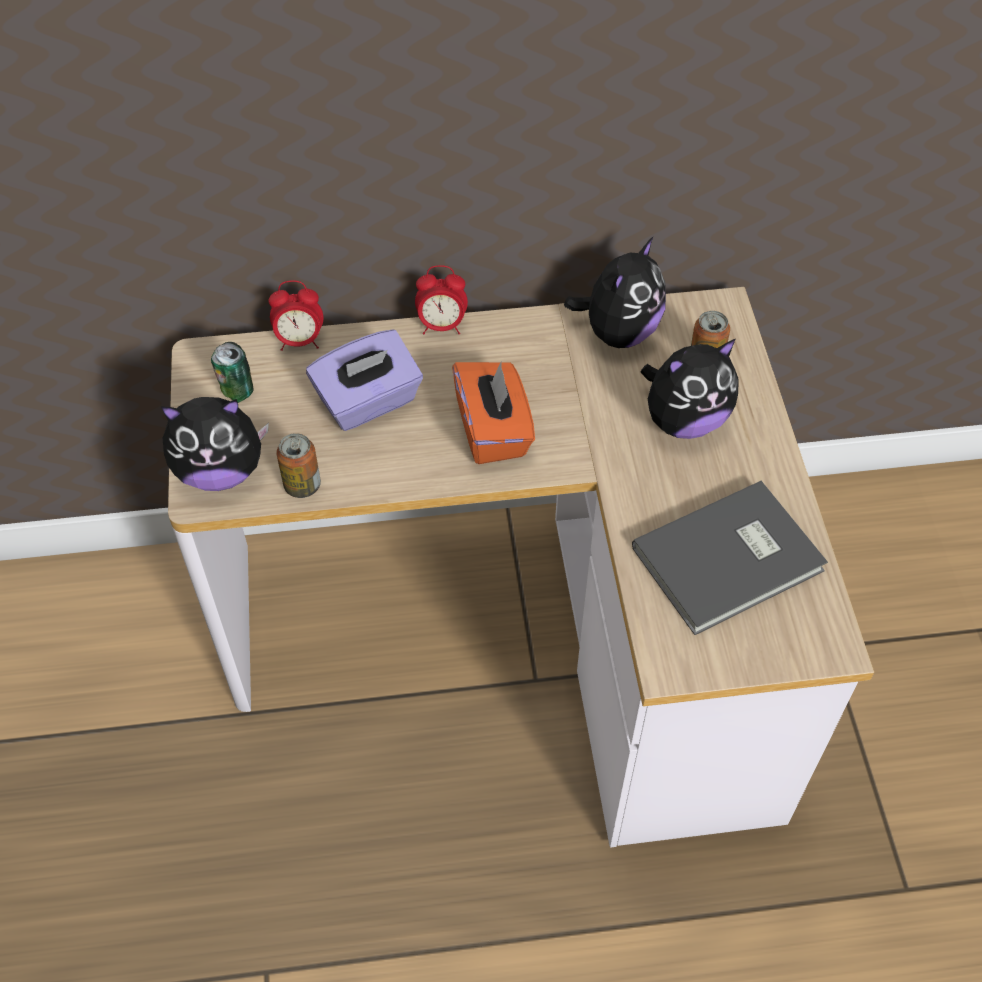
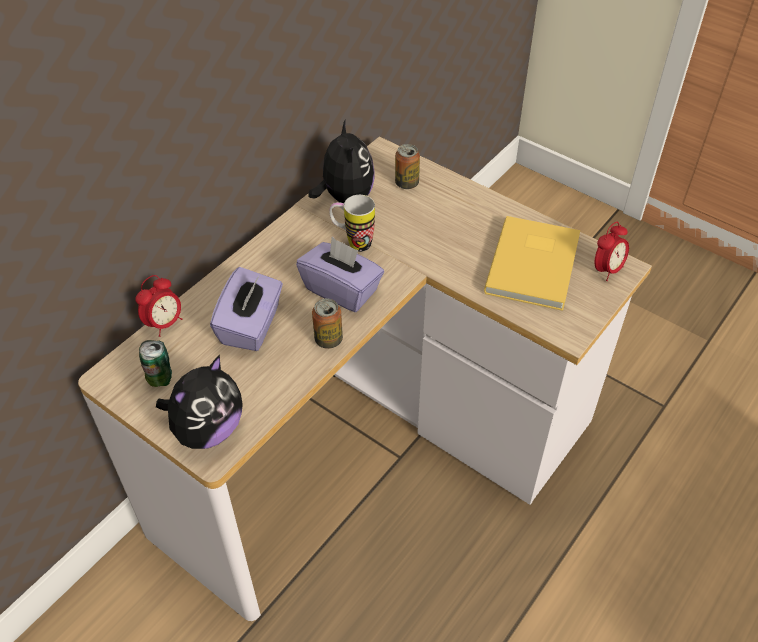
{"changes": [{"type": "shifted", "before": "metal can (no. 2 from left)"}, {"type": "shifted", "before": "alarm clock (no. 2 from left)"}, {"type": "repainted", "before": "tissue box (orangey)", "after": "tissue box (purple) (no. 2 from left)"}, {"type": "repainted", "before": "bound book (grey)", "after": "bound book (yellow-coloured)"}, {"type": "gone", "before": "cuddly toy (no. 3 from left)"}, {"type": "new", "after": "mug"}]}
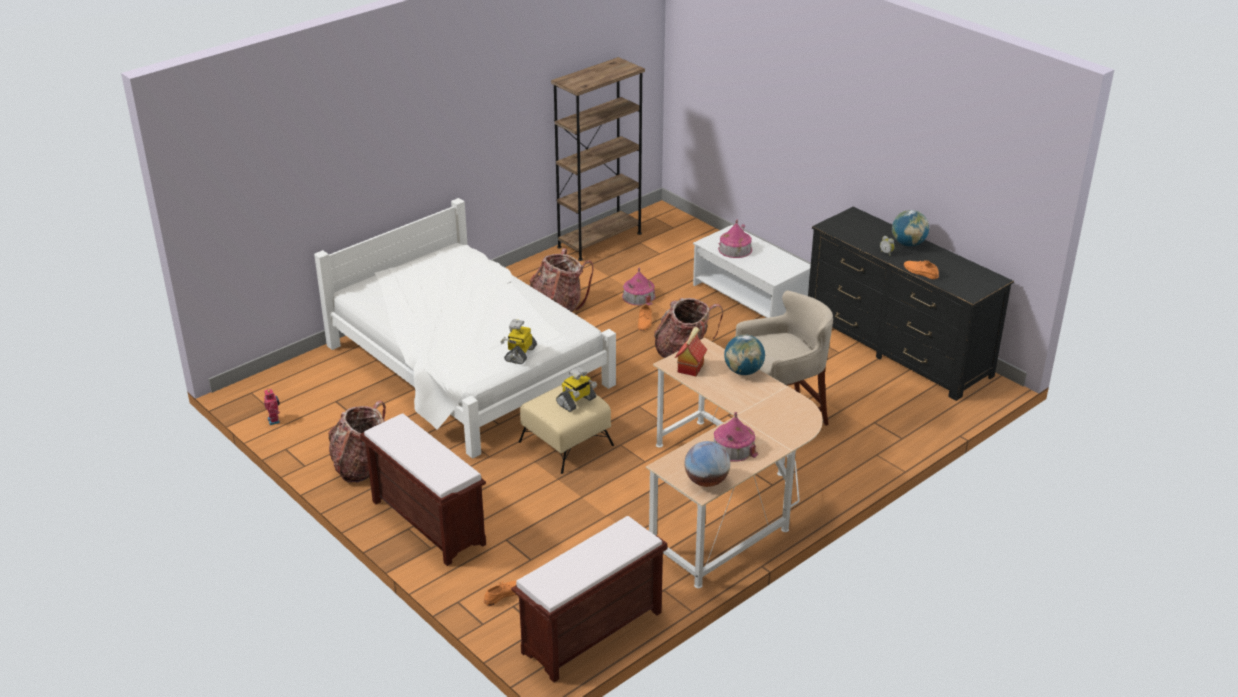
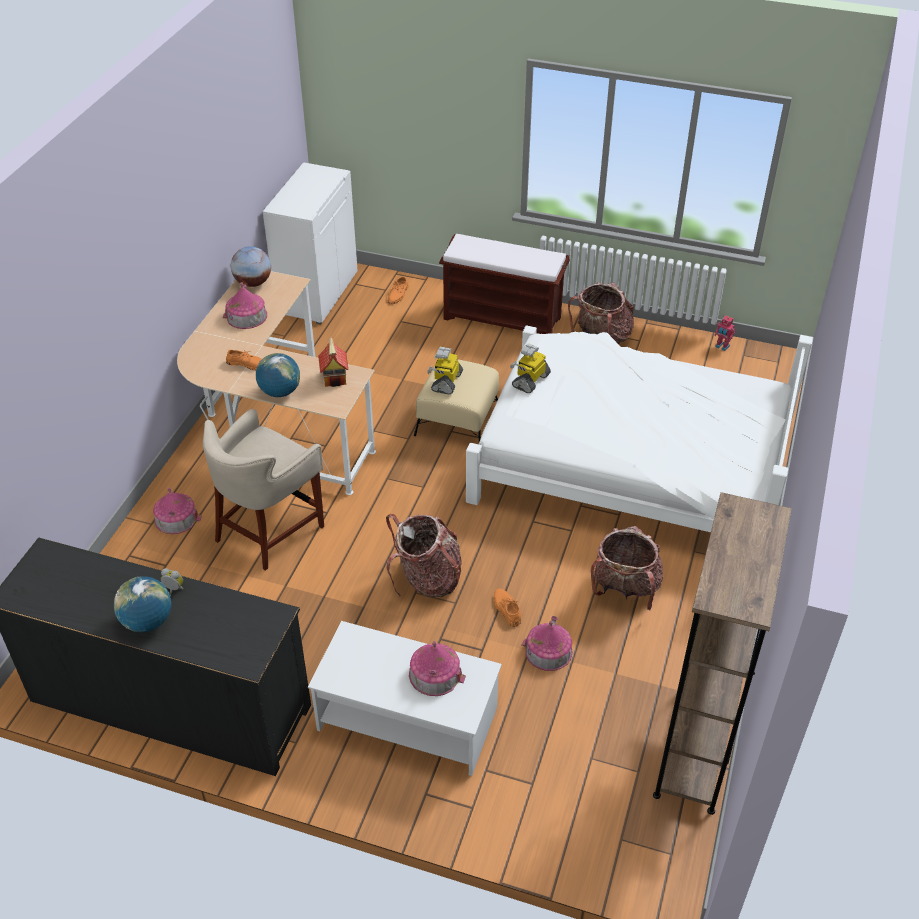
{"changes": [{"type": "rotated", "before": "model robot (no. 2 from left)", "turn": -135}, {"type": "swapped", "before": "long seat (brown-coloured) (no. 2 from left)", "after": "storage cabinet (white)"}, {"type": "shifted", "before": "low shoe (orangey) (no. 3 from left in the first image)", "after": "low shoe (orangey) (no. 1 from left)"}, {"type": "new", "after": "toy house (no. 1 from left)"}]}
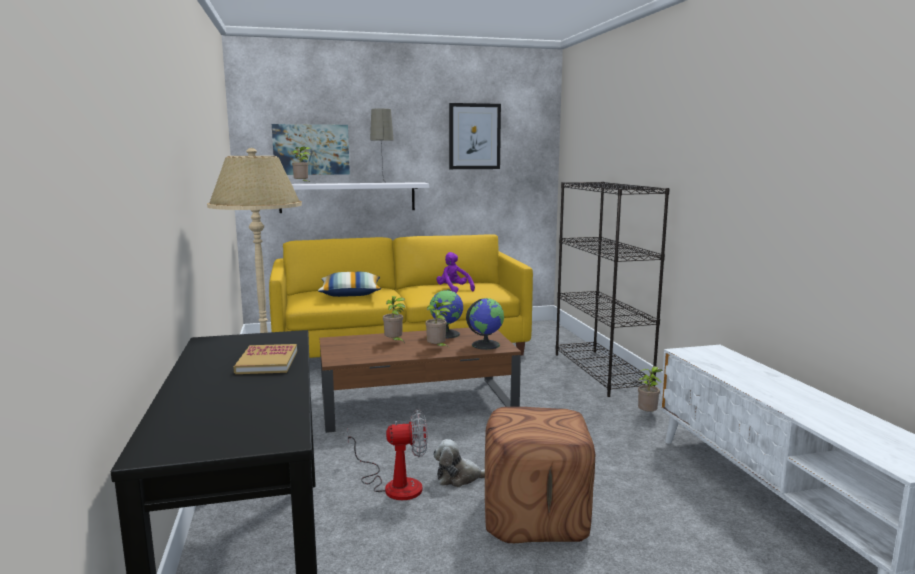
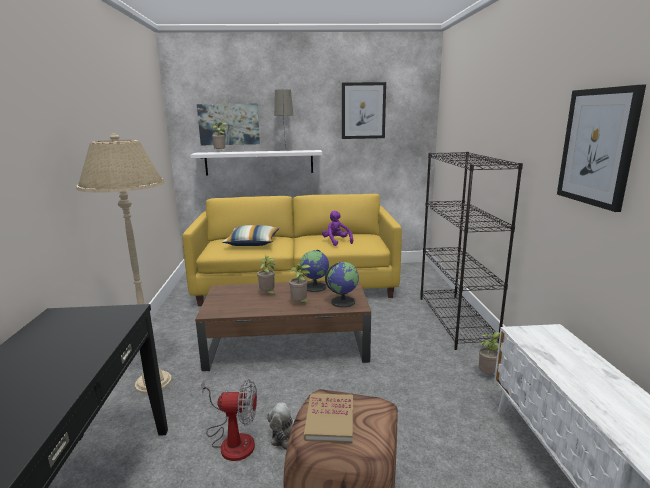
{"changes": [{"type": "shifted", "before": "bound book"}, {"type": "new", "after": "wall picture (no. 3 from left)"}]}
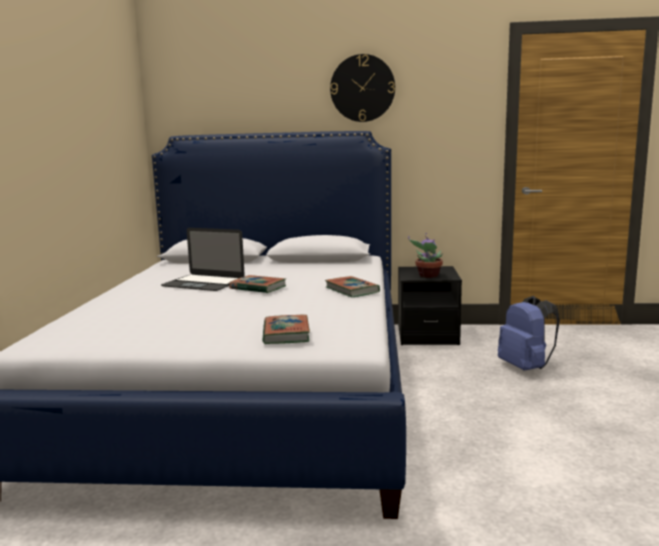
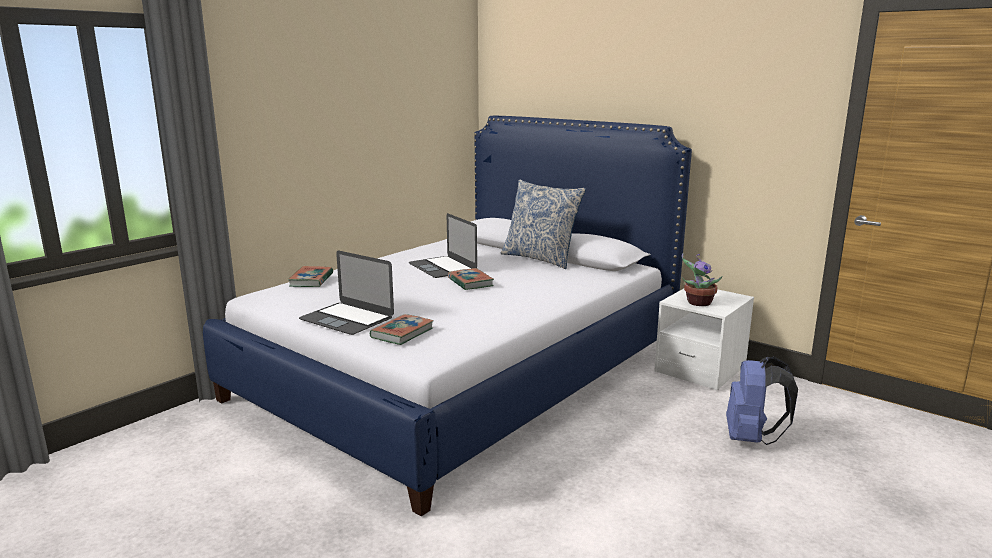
{"changes": [{"type": "shifted", "before": "bound book (no. 3 from left in the first image)", "after": "bound book (no. 1 from left)"}, {"type": "gone", "before": "clock on the wall"}, {"type": "repainted", "before": "nightstand (black-coloured)", "after": "nightstand (white)"}, {"type": "new", "after": "laptop (no. 1 from left)"}, {"type": "new", "after": "pillow"}]}
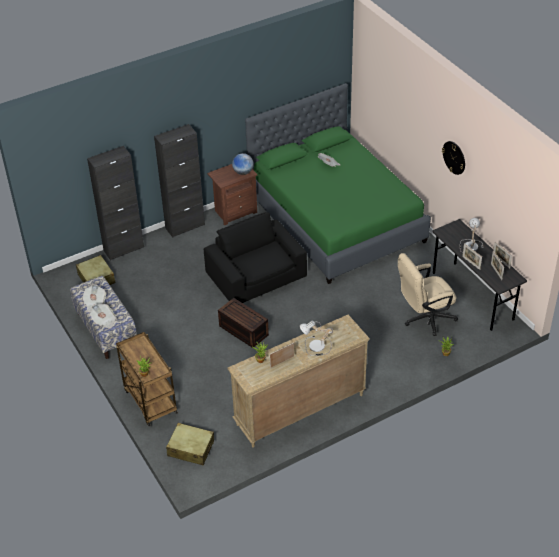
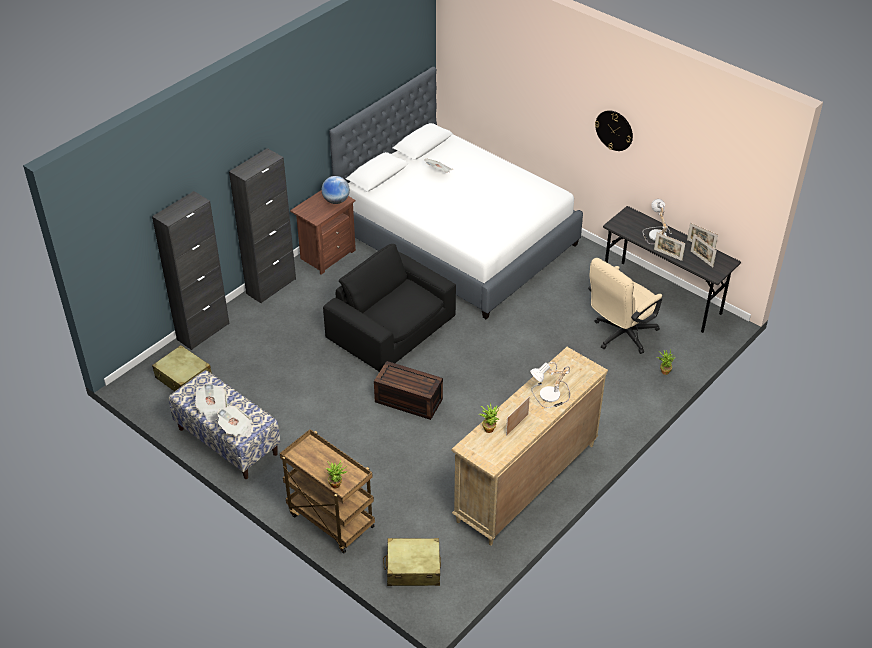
{"changes": [{"type": "repainted", "before": "bed (greenish)", "after": "bed (white)"}]}
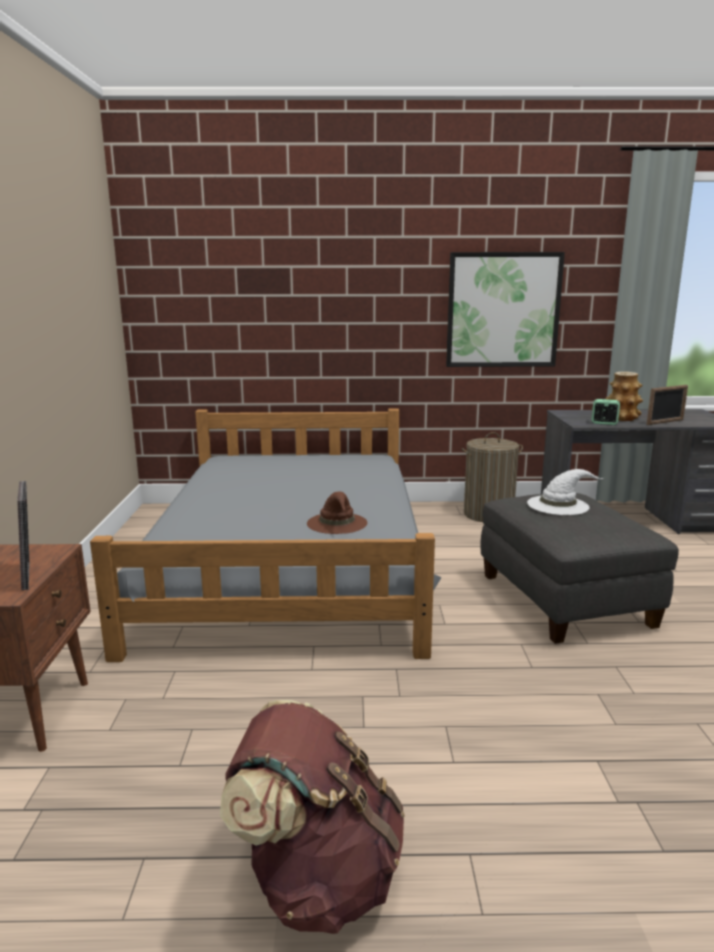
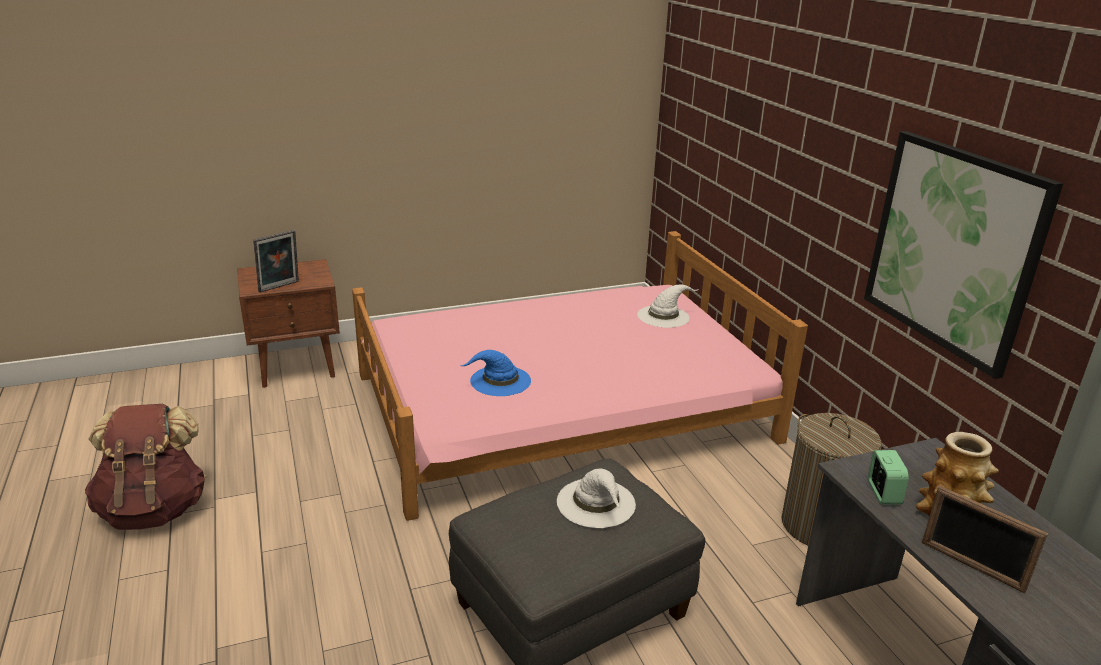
{"changes": [{"type": "repainted", "before": "bed (grey)", "after": "bed (pink-coloured)"}, {"type": "repainted", "before": "wearable hat (brown-coloured)", "after": "wearable hat (bluish)"}, {"type": "new", "after": "wearable hat (white) (no. 2 from left)"}]}
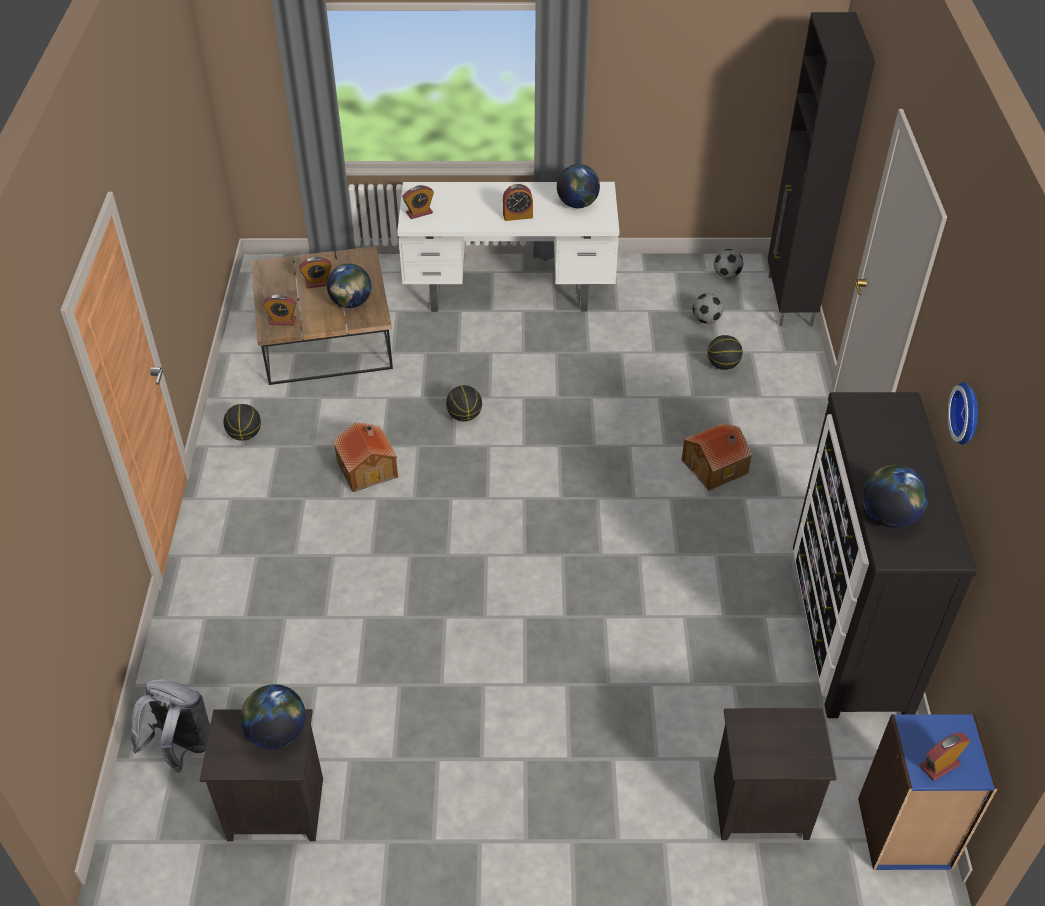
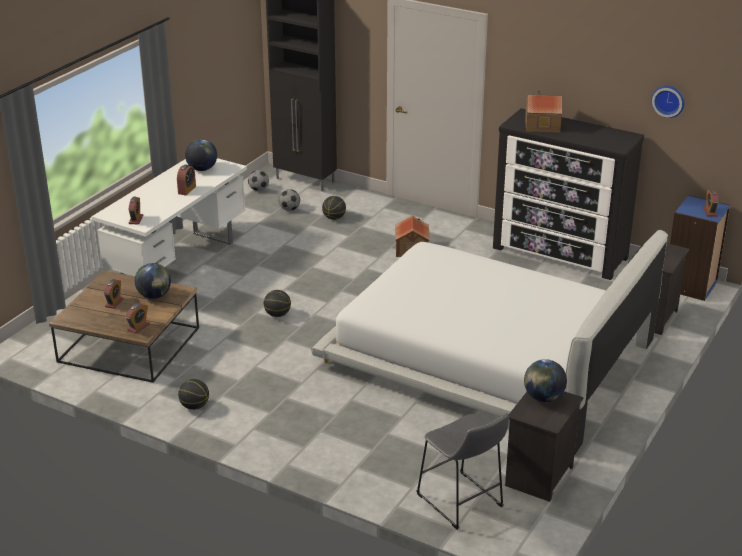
{"changes": [{"type": "swapped", "before": "backpack (grey)", "after": "stool seat (grey)"}, {"type": "shifted", "before": "toy house (no. 1 from left in the first image)", "after": "toy house (no. 2 from left)"}, {"type": "gone", "before": "globe (no. 4 from left)"}, {"type": "shifted", "before": "clock on the wall"}, {"type": "new", "after": "bed (white)"}]}
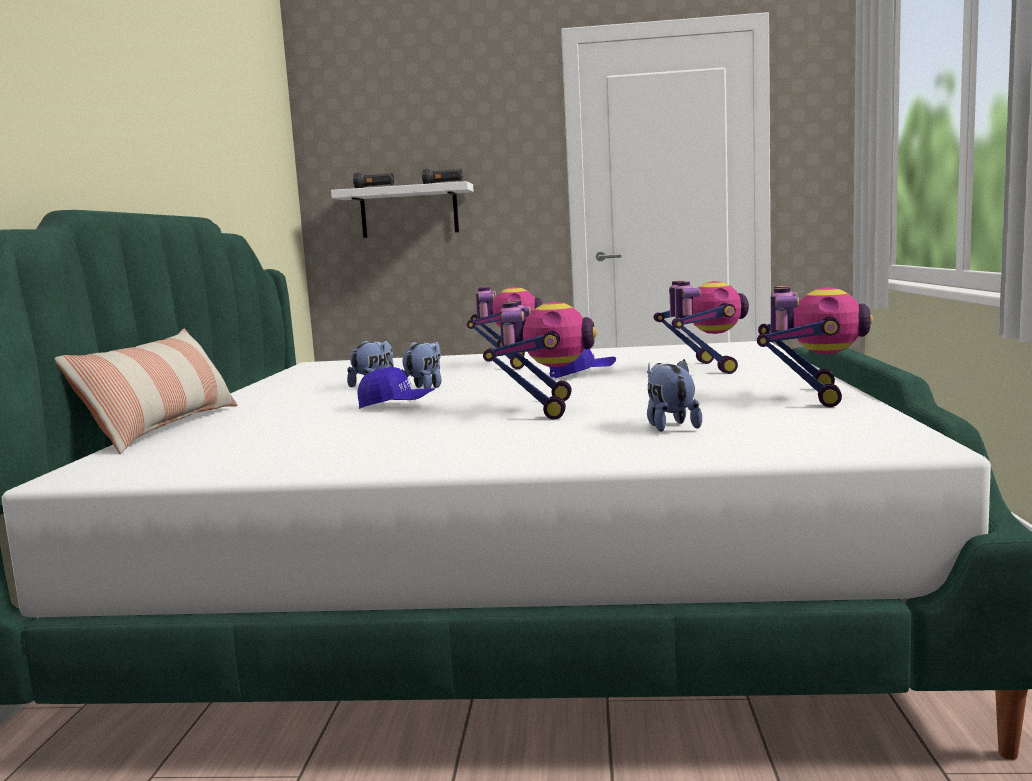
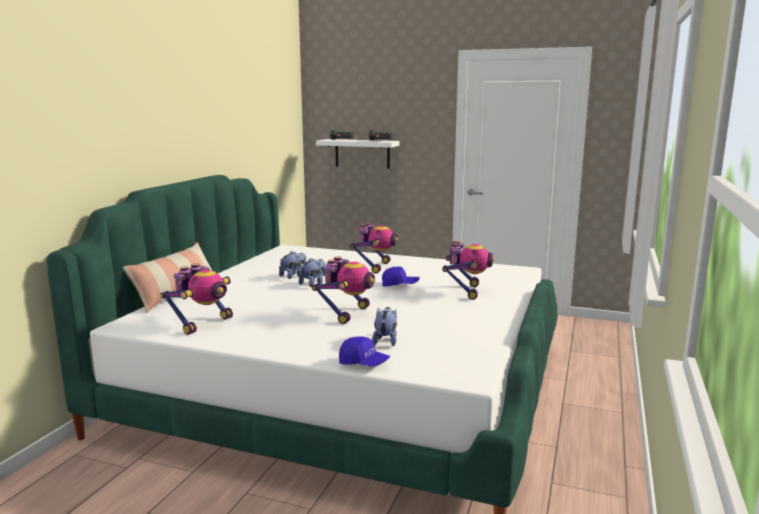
{"changes": [{"type": "shifted", "before": "cap (bluish) (no. 1 from left)"}, {"type": "shifted", "before": "model robot (no. 4 from left in the first image)", "after": "model robot (no. 1 from left)"}]}
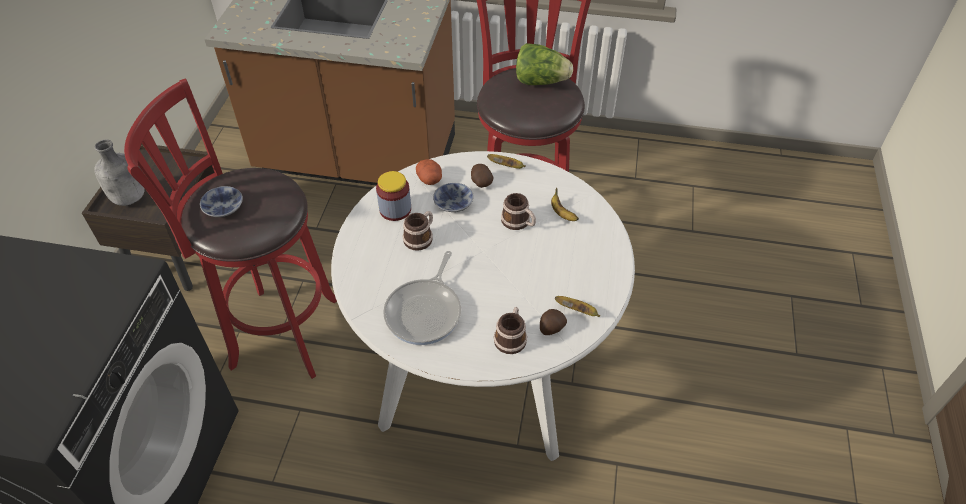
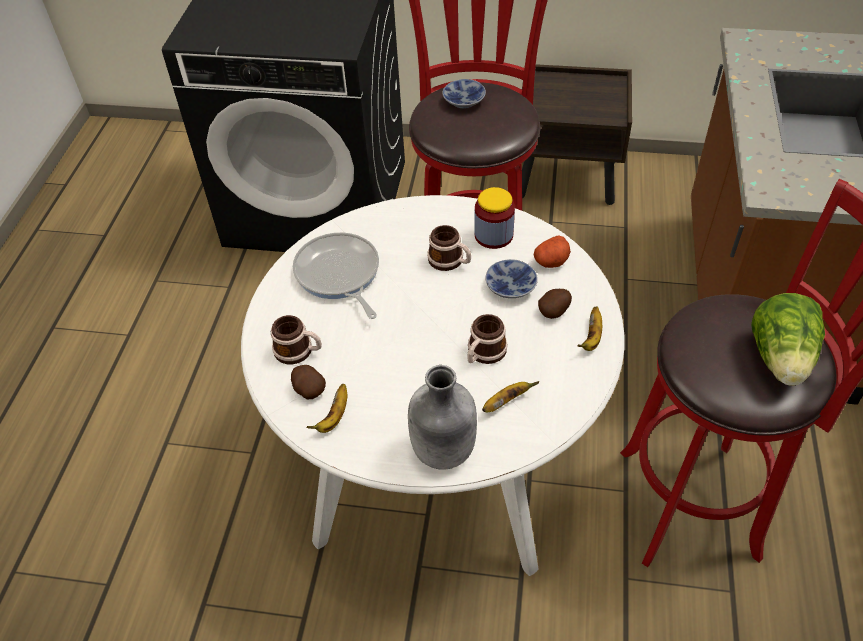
{"changes": [{"type": "shifted", "before": "bottle (grey)"}, {"type": "rotated", "before": "pan", "turn": 45}]}
